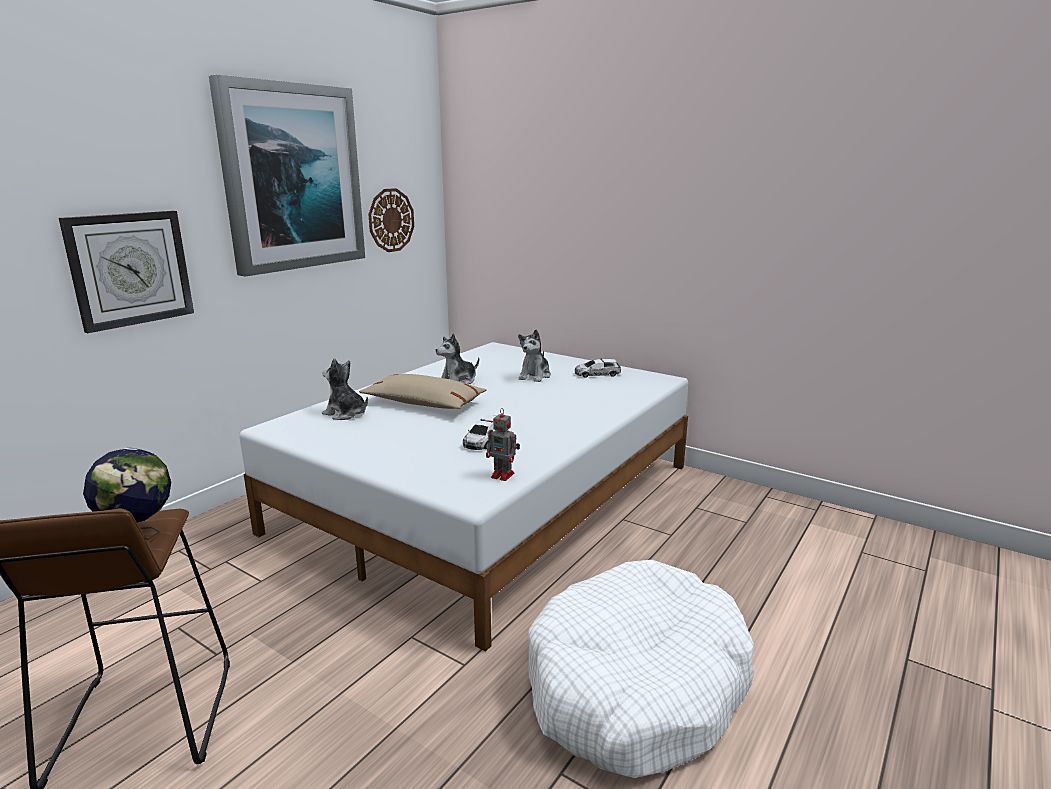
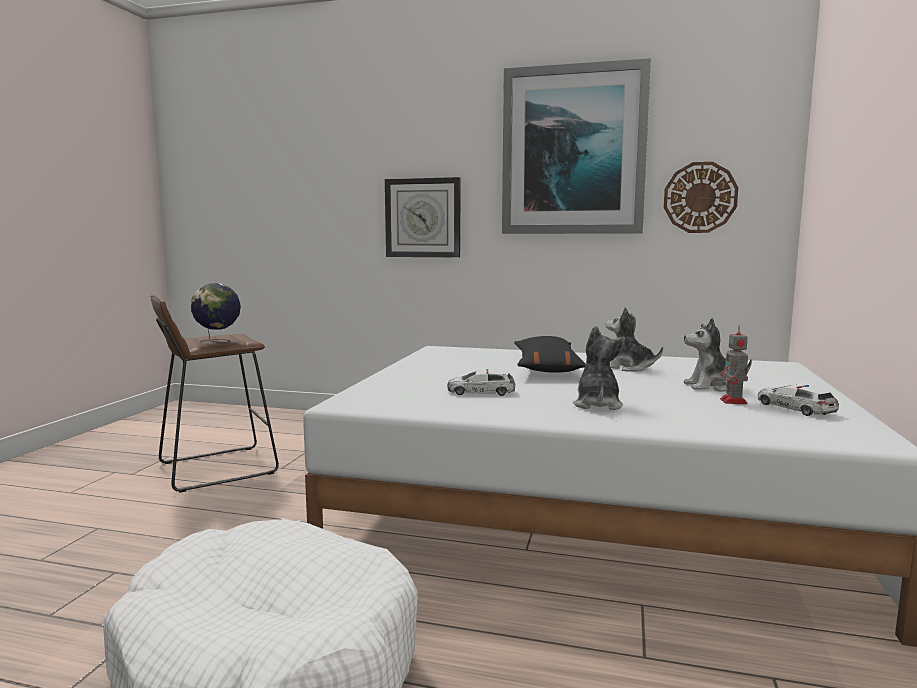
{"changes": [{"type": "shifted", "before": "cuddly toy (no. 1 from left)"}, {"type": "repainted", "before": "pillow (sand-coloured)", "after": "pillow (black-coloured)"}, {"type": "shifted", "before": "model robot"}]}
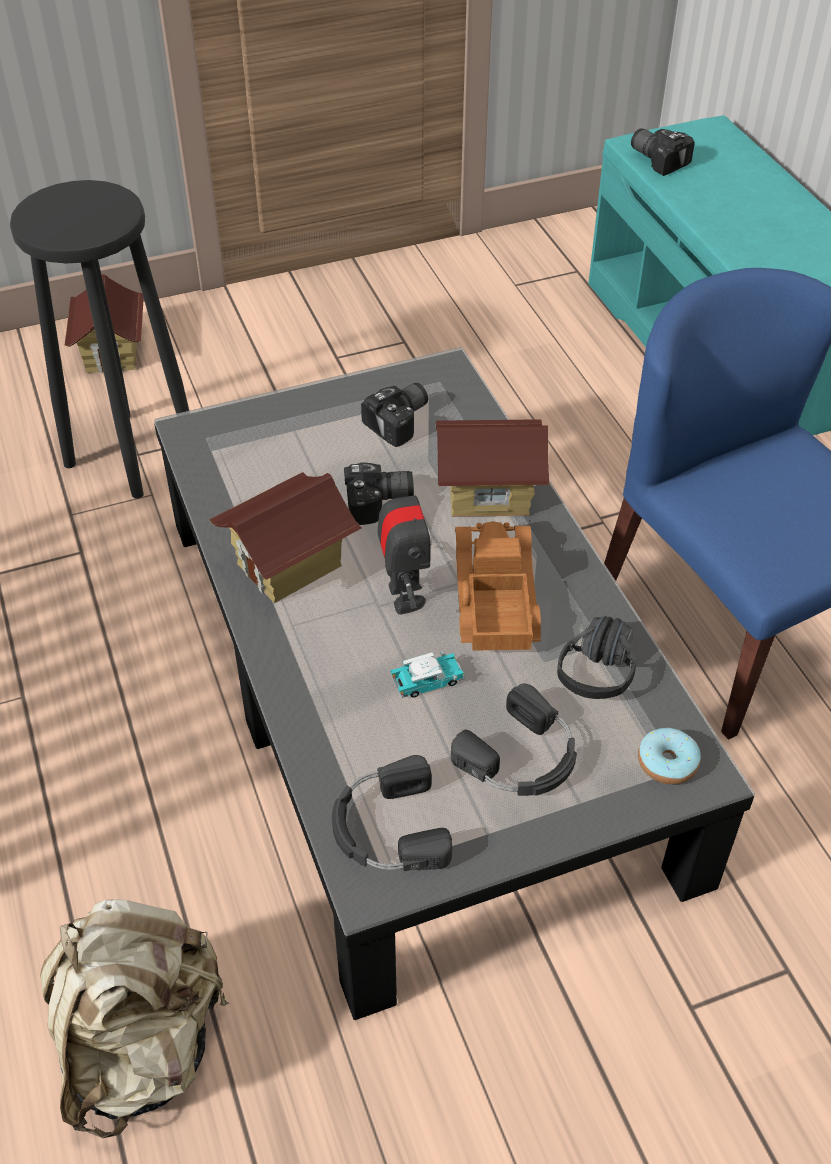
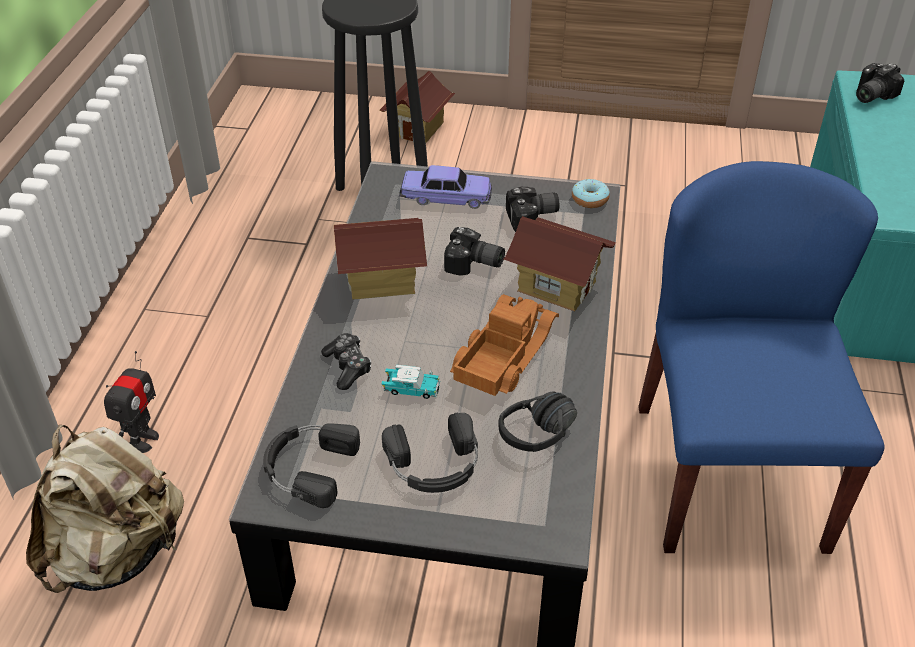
{"changes": [{"type": "shifted", "before": "model robot"}, {"type": "rotated", "before": "photo camera (no. 3 from left)", "turn": -120}, {"type": "shifted", "before": "ring doughnut"}, {"type": "new", "after": "joypad"}, {"type": "new", "after": "model car (no. 2 from left)"}]}
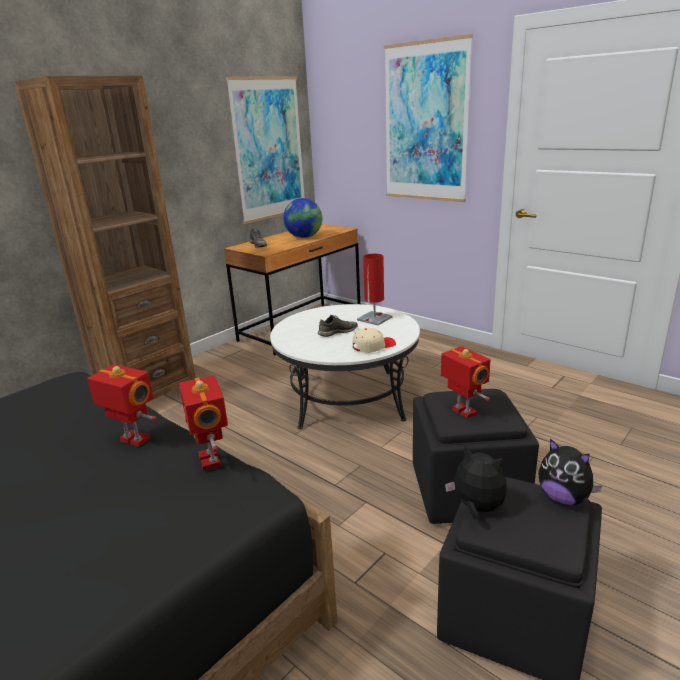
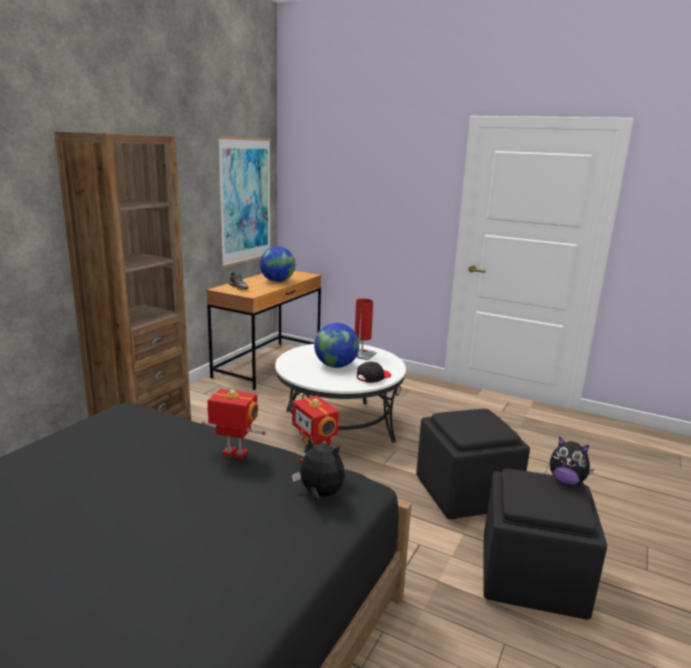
{"changes": [{"type": "swapped", "before": "low shoe (grey) (no. 2 from left)", "after": "globe (no. 2 from left)"}, {"type": "repainted", "before": "cap (sand-coloured)", "after": "cap (black-coloured)"}, {"type": "gone", "before": "wall picture (no. 2 from left)"}, {"type": "gone", "before": "model robot (no. 3 from left)"}, {"type": "shifted", "before": "cuddly toy (no. 1 from left)"}]}
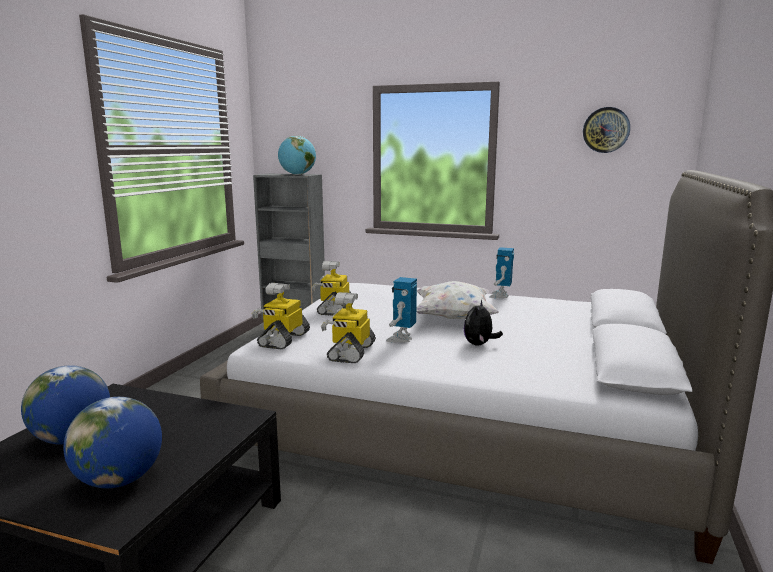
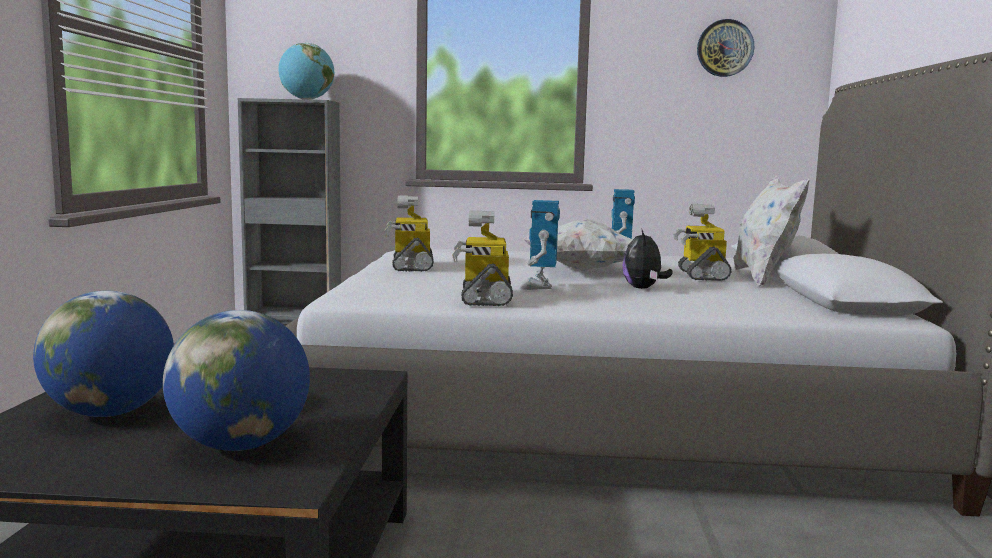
{"changes": [{"type": "shifted", "before": "model robot (no. 1 from left in the first image)", "after": "model robot (no. 5 from left)"}, {"type": "new", "after": "pillow (white) (no. 2 from left)"}]}
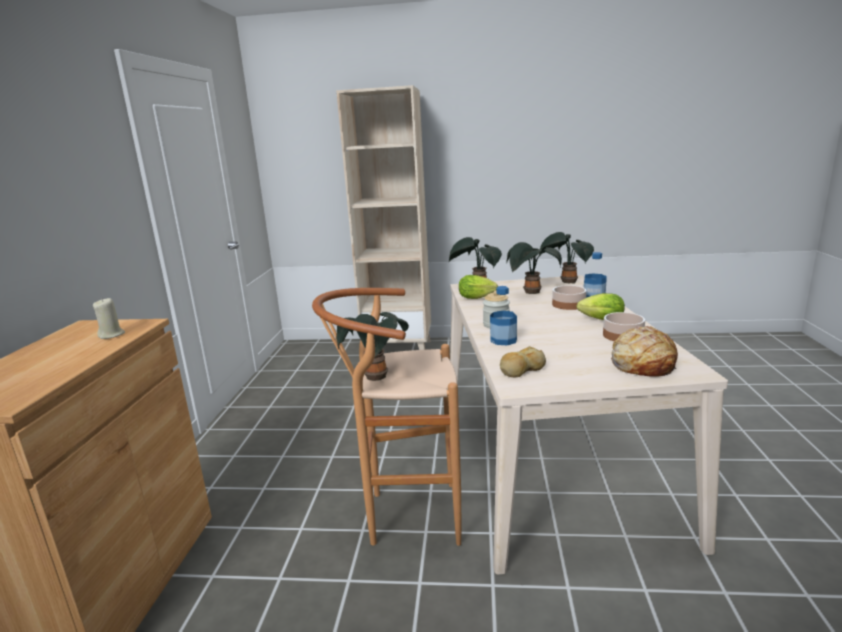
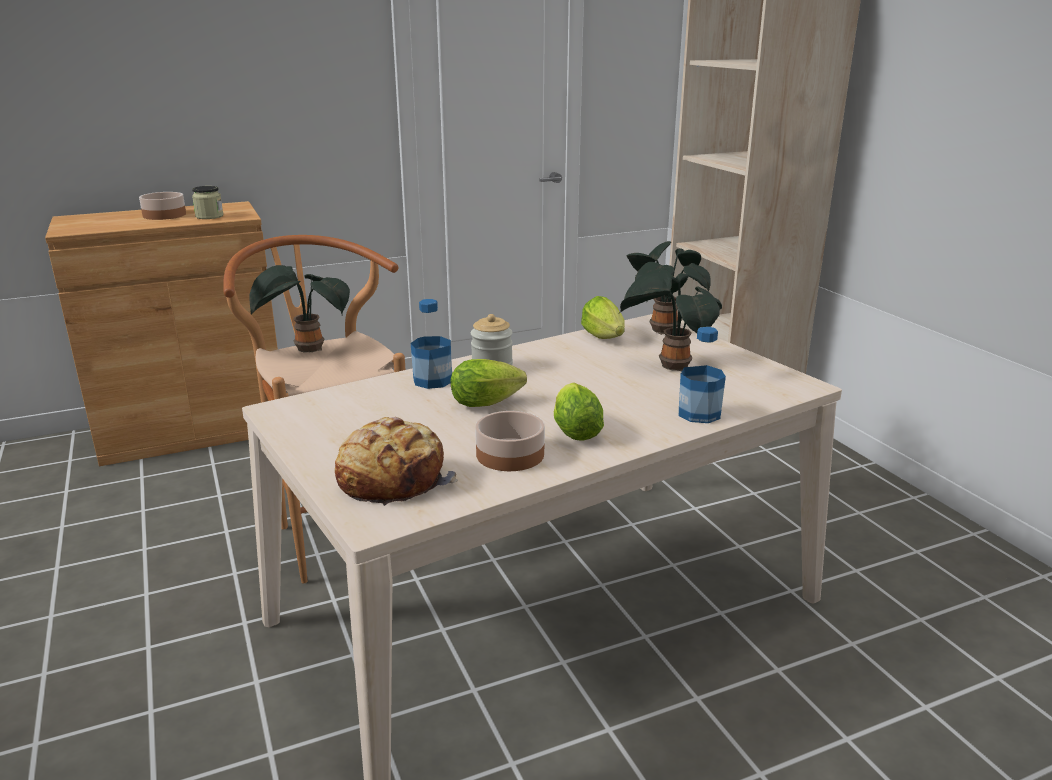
{"changes": [{"type": "swapped", "before": "wax candle (sand-coloured)", "after": "preserve jar (no. 1 from left)"}, {"type": "gone", "before": "bakery bread (no. 1 from left)"}, {"type": "gone", "before": "houseplant (no. 4 from left)"}, {"type": "shifted", "before": "serving bowl (no. 1 from left)"}, {"type": "new", "after": "lettuce (no. 1 from left)"}]}
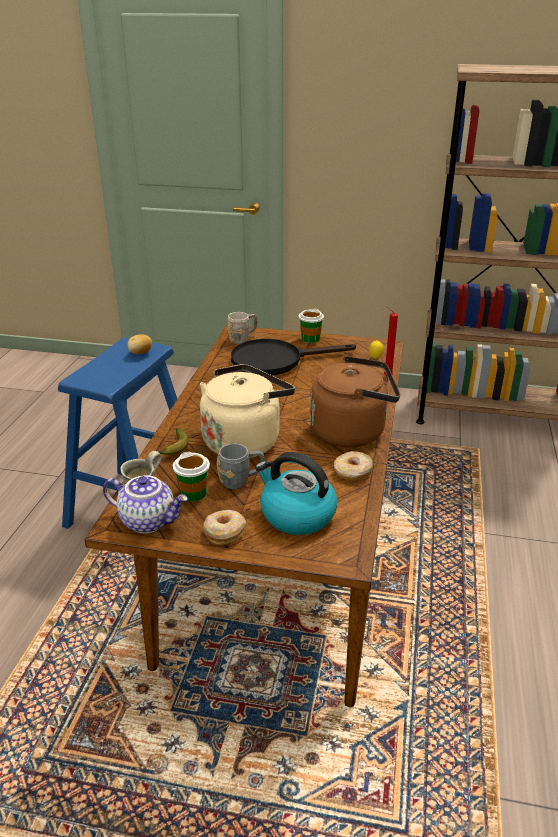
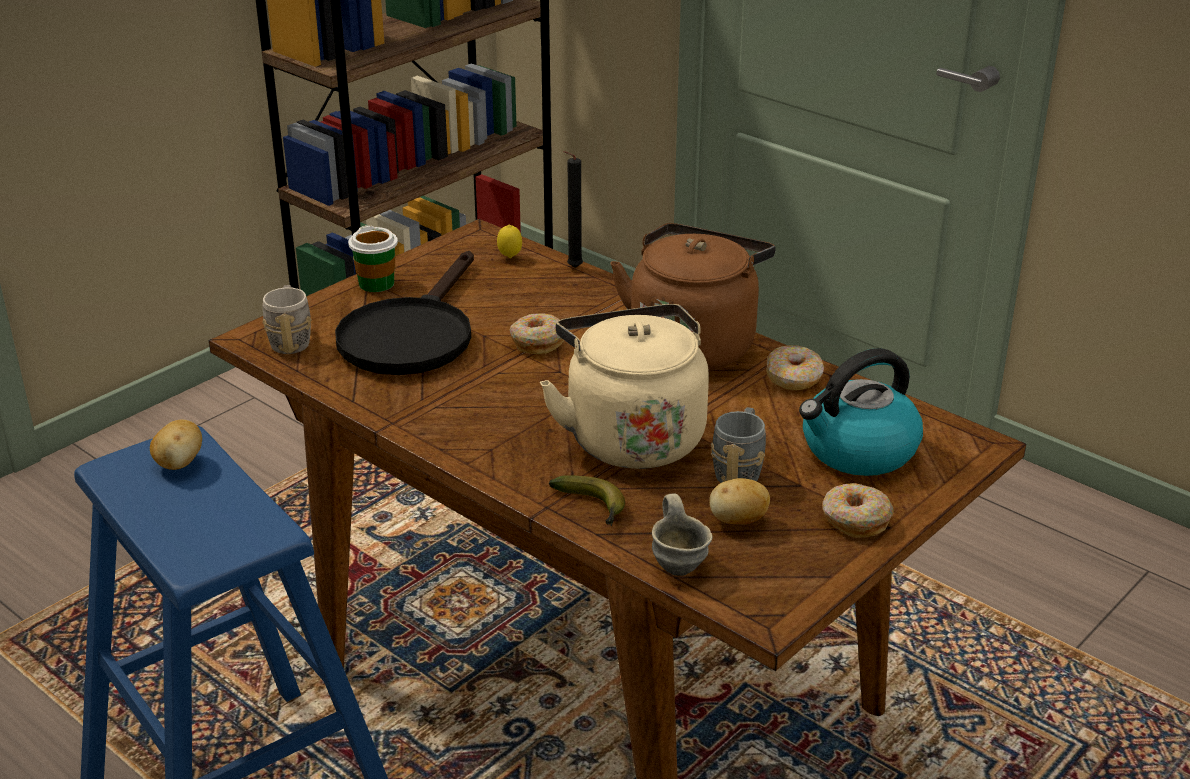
{"changes": [{"type": "gone", "before": "teapot"}, {"type": "swapped", "before": "small cup (no. 1 from left)", "after": "potato (no. 2 from left)"}, {"type": "repainted", "before": "wax candle (red)", "after": "wax candle (black-coloured)"}, {"type": "new", "after": "ring doughnut (no. 1 from left)"}]}
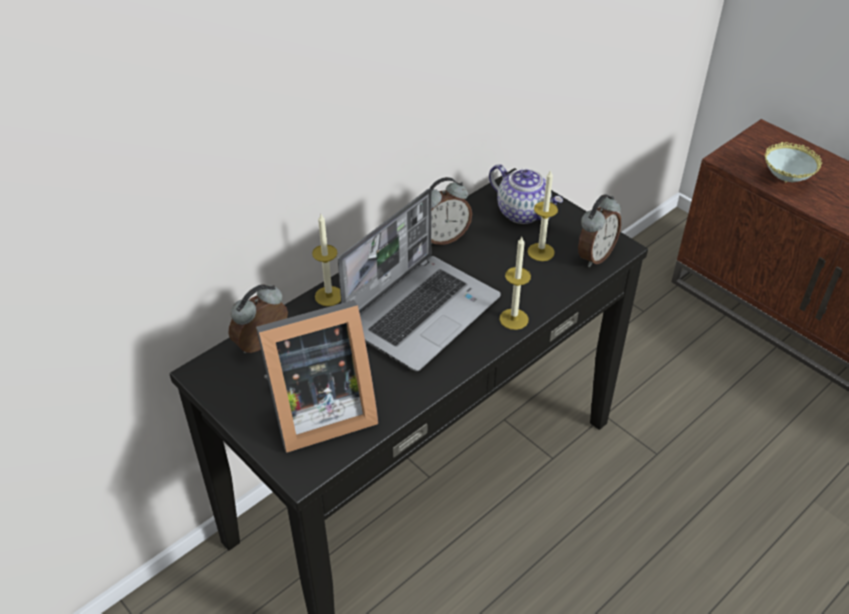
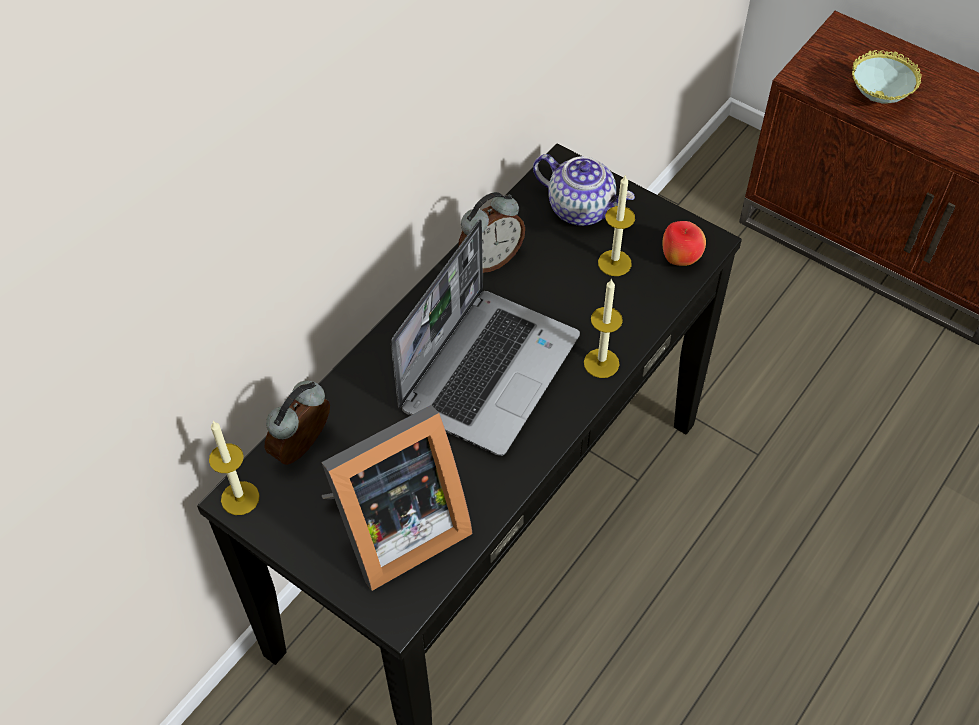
{"changes": [{"type": "shifted", "before": "wax candle (no. 1 from left)"}, {"type": "swapped", "before": "alarm clock (no. 3 from left)", "after": "apple"}]}
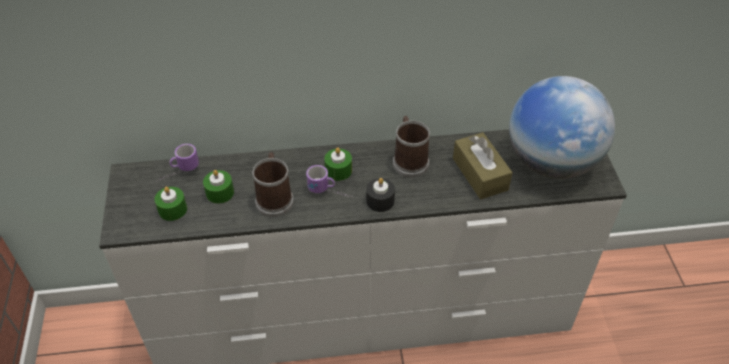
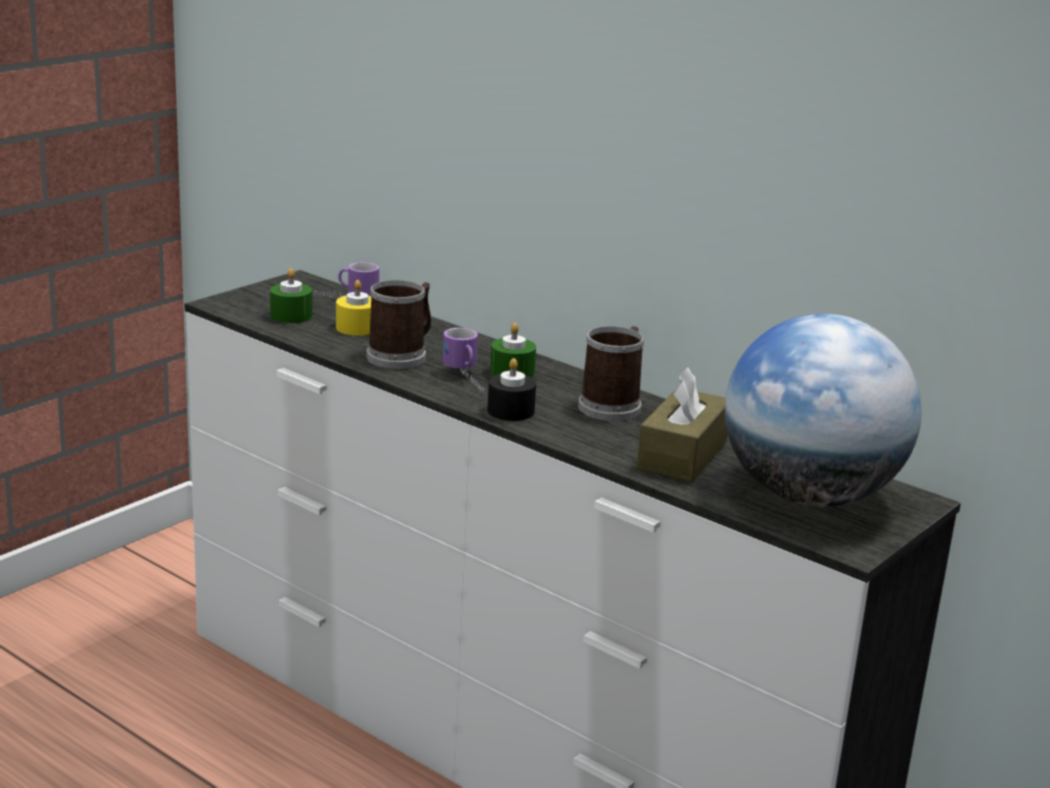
{"changes": [{"type": "repainted", "before": "wax candle (greenish) (no. 2 from left)", "after": "wax candle (yellow-coloured)"}]}
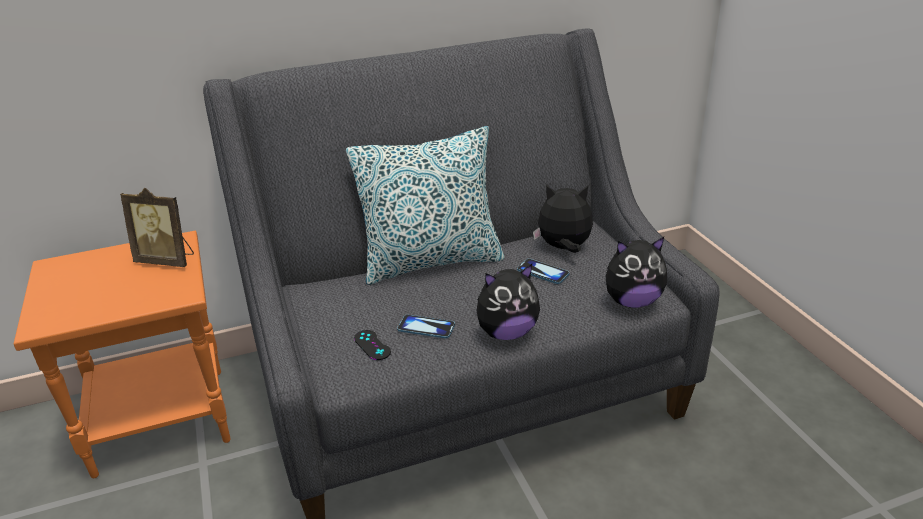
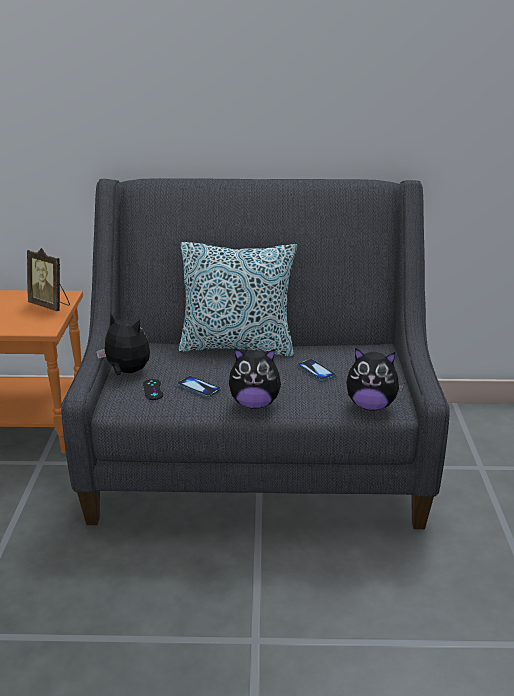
{"changes": [{"type": "shifted", "before": "cuddly toy (no. 2 from left in the first image)", "after": "cuddly toy (no. 1 from left)"}]}
